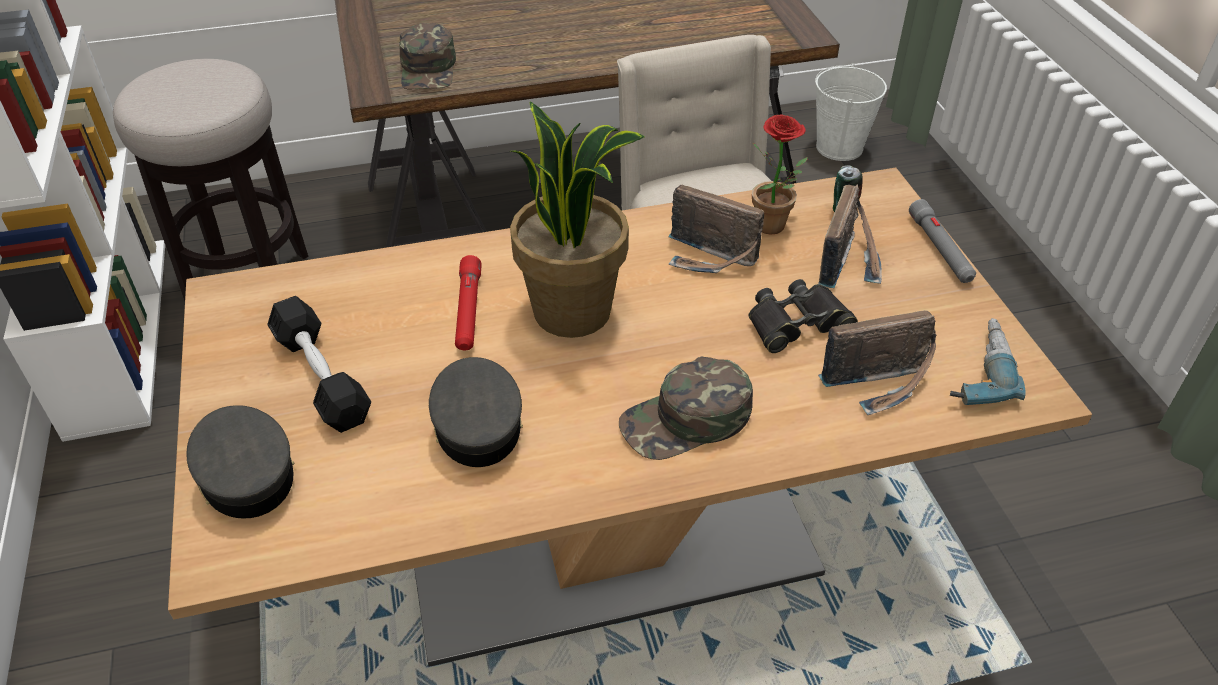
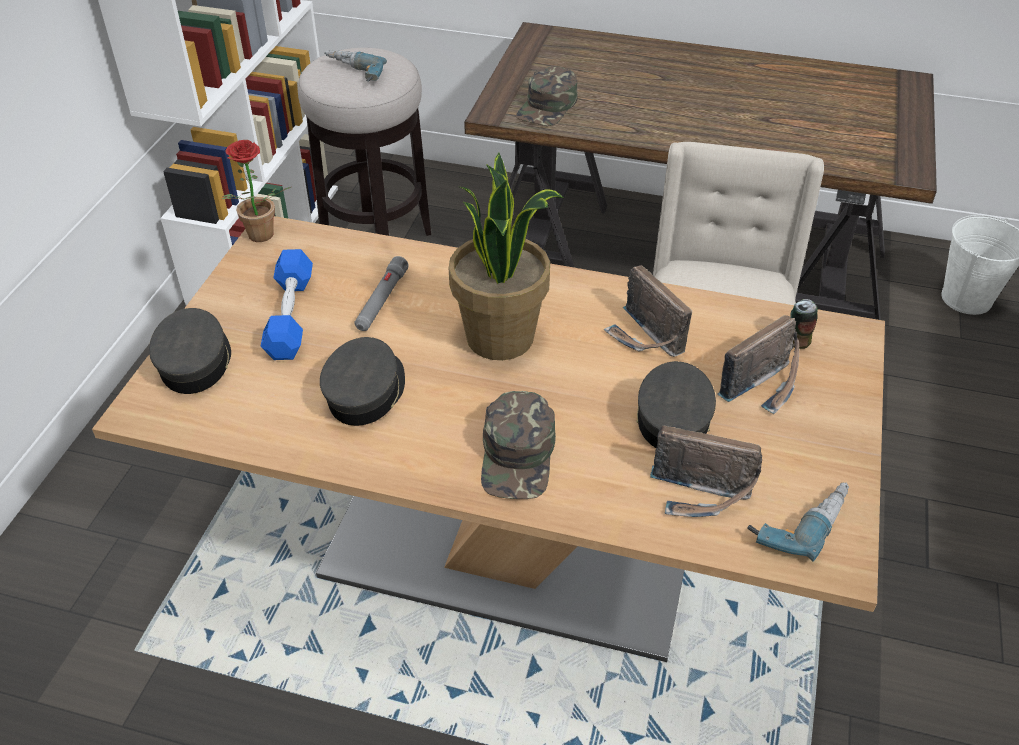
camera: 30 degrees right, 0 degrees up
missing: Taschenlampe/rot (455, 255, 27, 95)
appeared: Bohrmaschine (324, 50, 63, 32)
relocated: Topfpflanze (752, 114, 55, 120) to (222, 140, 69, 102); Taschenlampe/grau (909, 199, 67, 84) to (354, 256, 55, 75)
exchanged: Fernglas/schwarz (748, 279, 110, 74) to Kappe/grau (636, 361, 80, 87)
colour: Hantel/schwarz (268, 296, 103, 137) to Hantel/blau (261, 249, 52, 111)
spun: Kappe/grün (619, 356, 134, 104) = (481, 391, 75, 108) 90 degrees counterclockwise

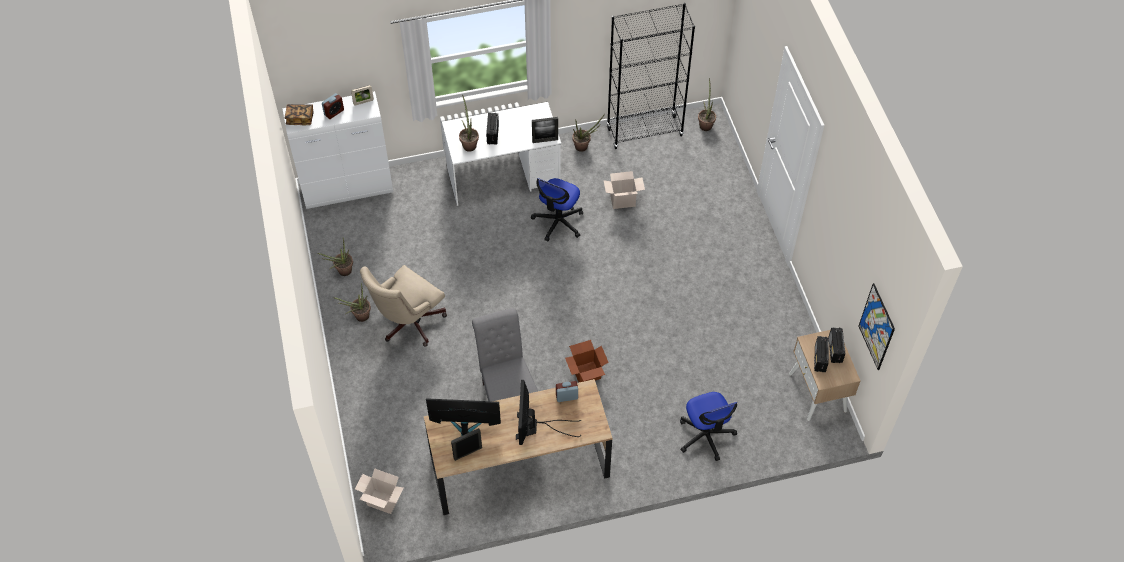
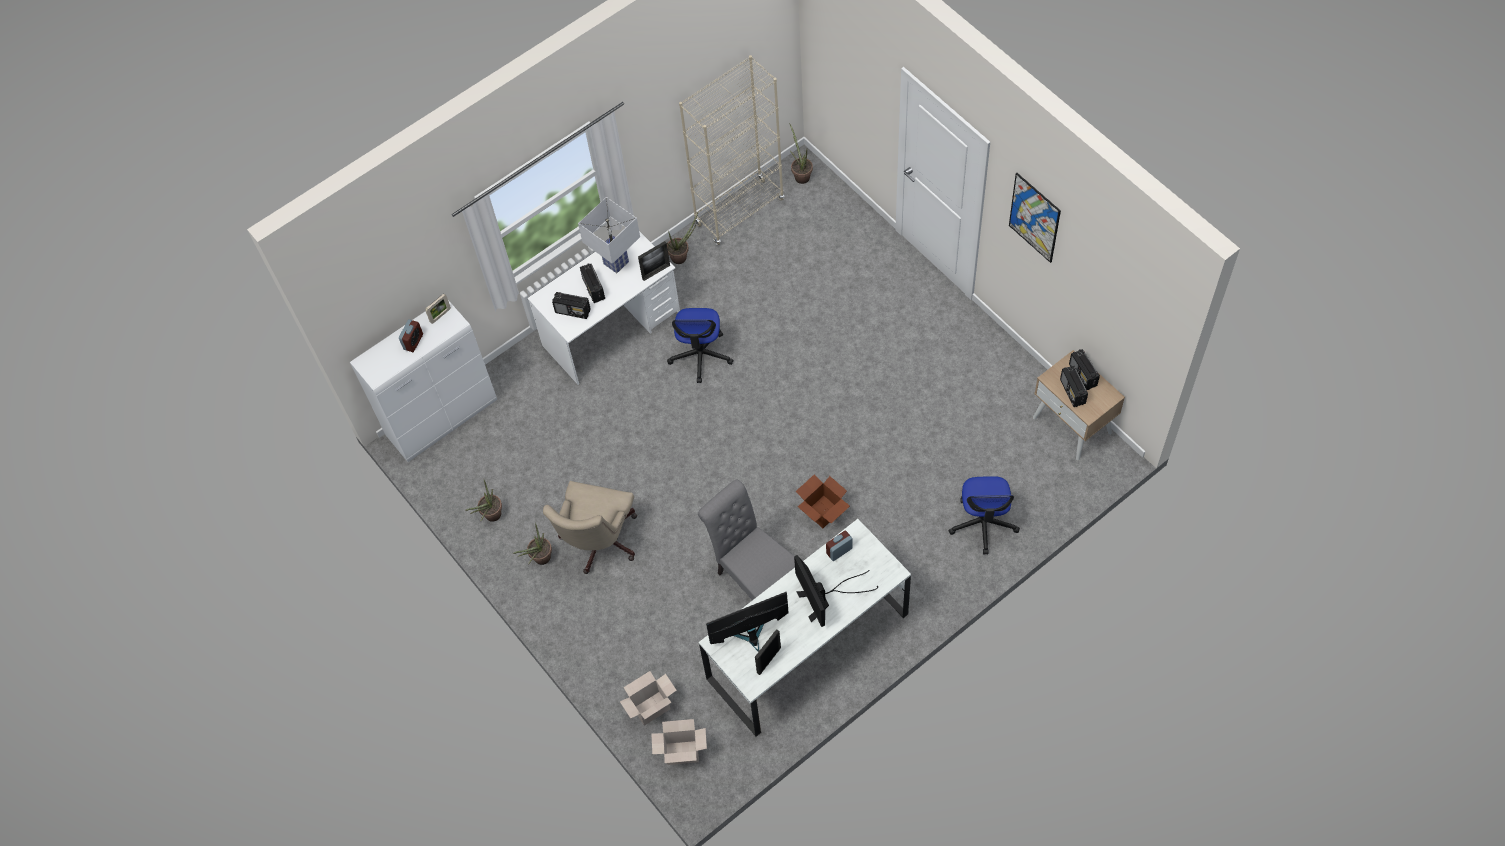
camera: 20 degrees left, 5 degrees up
missing: Buch (285, 104, 28, 22)
appeared: Tischlampe/weiß (578, 197, 62, 76)
relocated: Karton (603, 171, 42, 38) to (620, 671, 57, 55); Bild (859, 283, 36, 87) to (1009, 173, 52, 90)
exchanged: Topfpflanze (459, 95, 20, 57) to Radio (552, 292, 39, 27)
colour: Bücherregal/schwarz (607, 3, 88, 146) to Bücherregal/beige (679, 55, 105, 190); Schreibtisch/braun (424, 379, 188, 136) to Schreibtisch/weiß (699, 519, 212, 218)
spun: Bürostuhl (680, 392, 57, 69) = (948, 476, 72, 79) 45 degrees clockwise

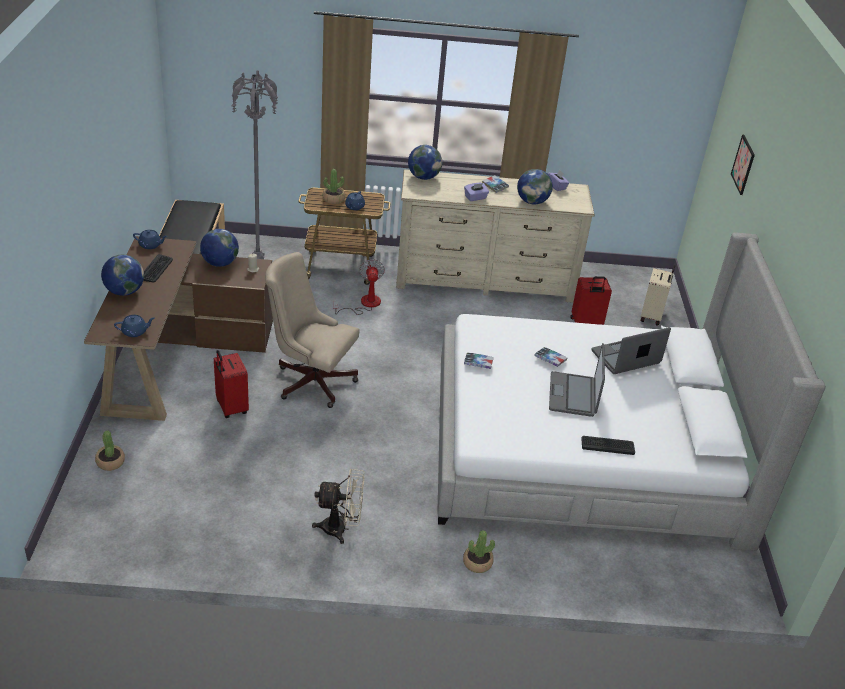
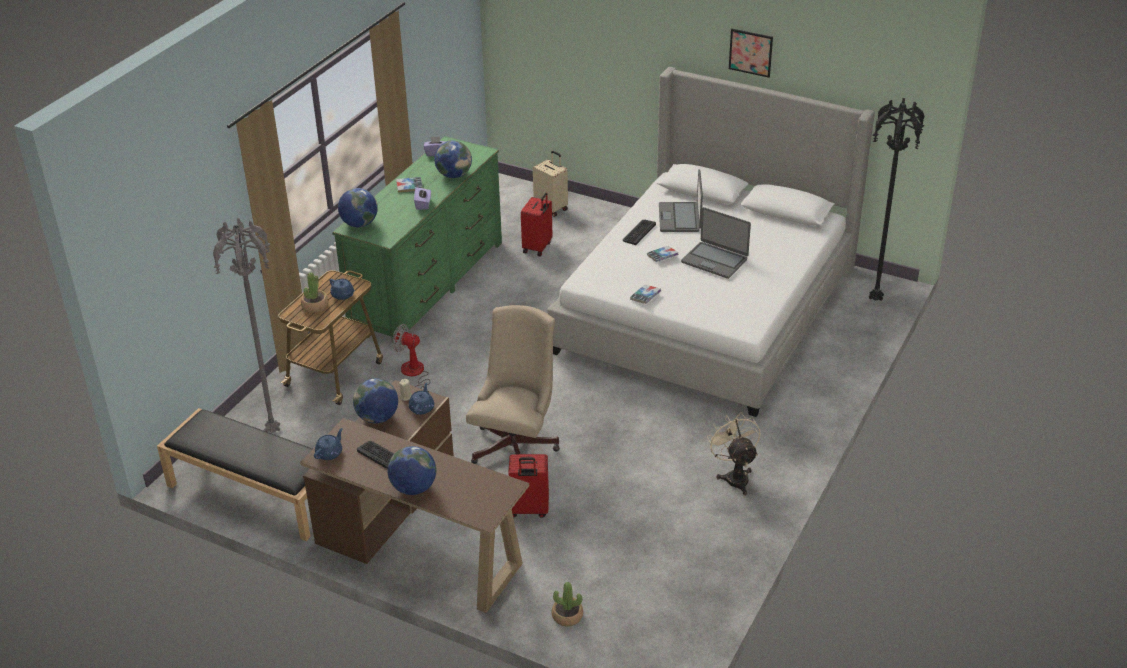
camera: 60 degrees left, 0 degrees up
missing: Topfpflanze (463, 530, 32, 43)
appeared: Stehlampe/schwarz (869, 98, 56, 203)
relocated: Bild (731, 135, 24, 60) to (729, 29, 44, 49); Teekanne/blau (114, 315, 41, 22) to (409, 383, 25, 31); Tastatur (581, 436, 54, 19) to (623, 220, 33, 25)
colour: Kommode/beige (396, 169, 198, 134) to Kommode/grün (332, 136, 170, 207)
spun: Bürostuhl/beige (265, 252, 95, 156) = (466, 305, 94, 159) 150 degrees clockwise; Ventilator/beige (312, 469, 52, 75) = (707, 412, 53, 83) 45 degrees counterclockwise

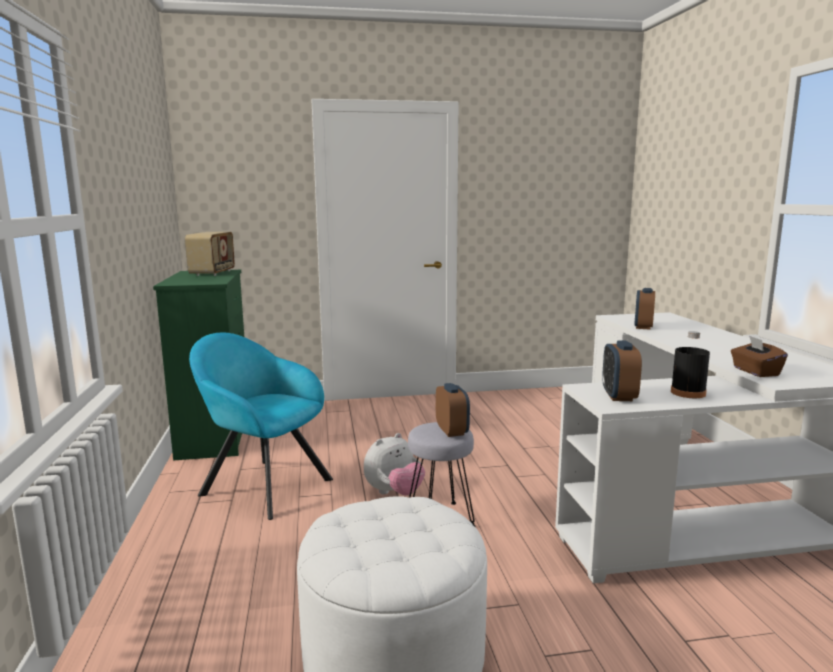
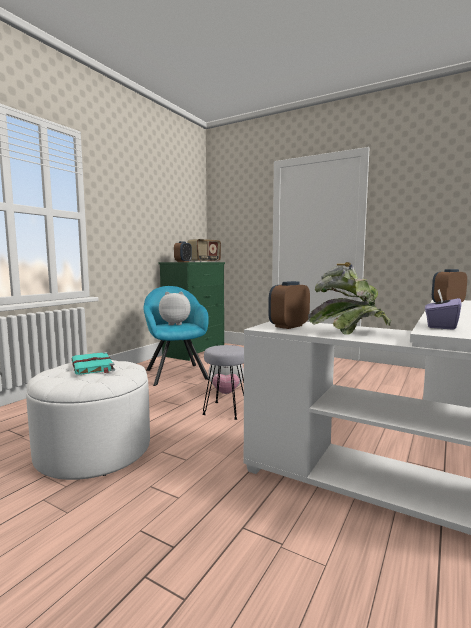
camera: 40 degrees right, 5 degrees down
appeared: Plüschtier (159, 292, 32, 33); Buch/türkis (72, 352, 43, 23)
relocated: Wecker (436, 383, 34, 54) to (174, 241, 18, 21)
exchanged: Flasche/schwarz (671, 331, 39, 67) to Topfpflanze (308, 265, 83, 70)
colour: Taschentuchbox/braun (731, 335, 57, 42) to Taschentuchbox/lila (425, 289, 37, 41)

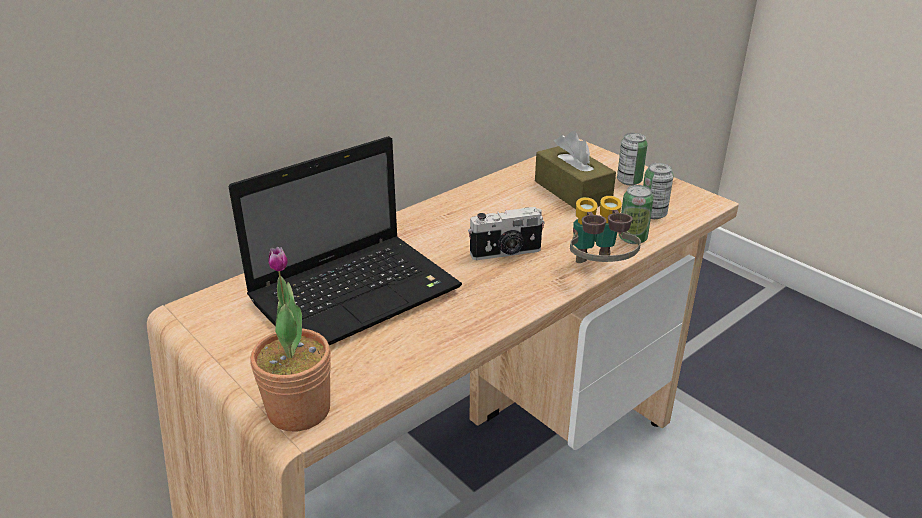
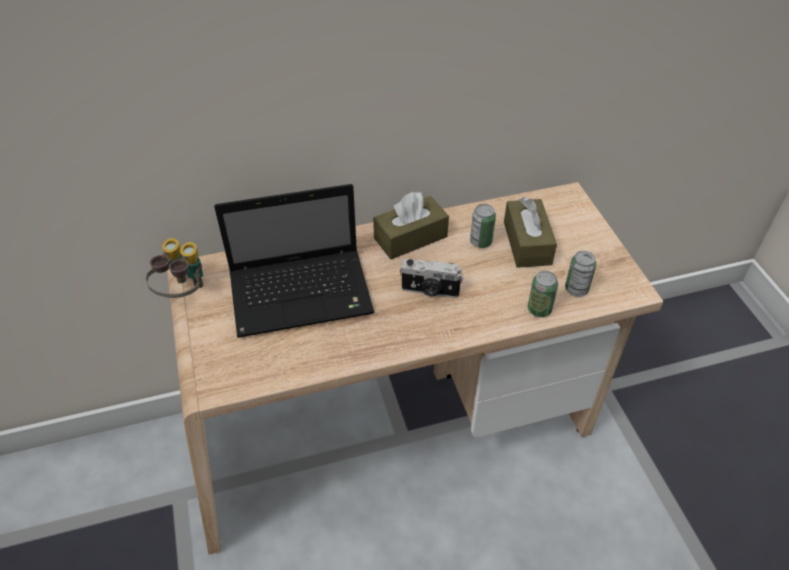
camera: 25 degrees right, 15 degrees up
missing: Topfpflanze (250, 247, 81, 185)
appeared: Taschentuchbox/braun (373, 192, 76, 67)
relocated: Dose (617, 133, 30, 52) to (470, 204, 26, 44); Fernglas (570, 196, 71, 67) to (146, 238, 57, 60)

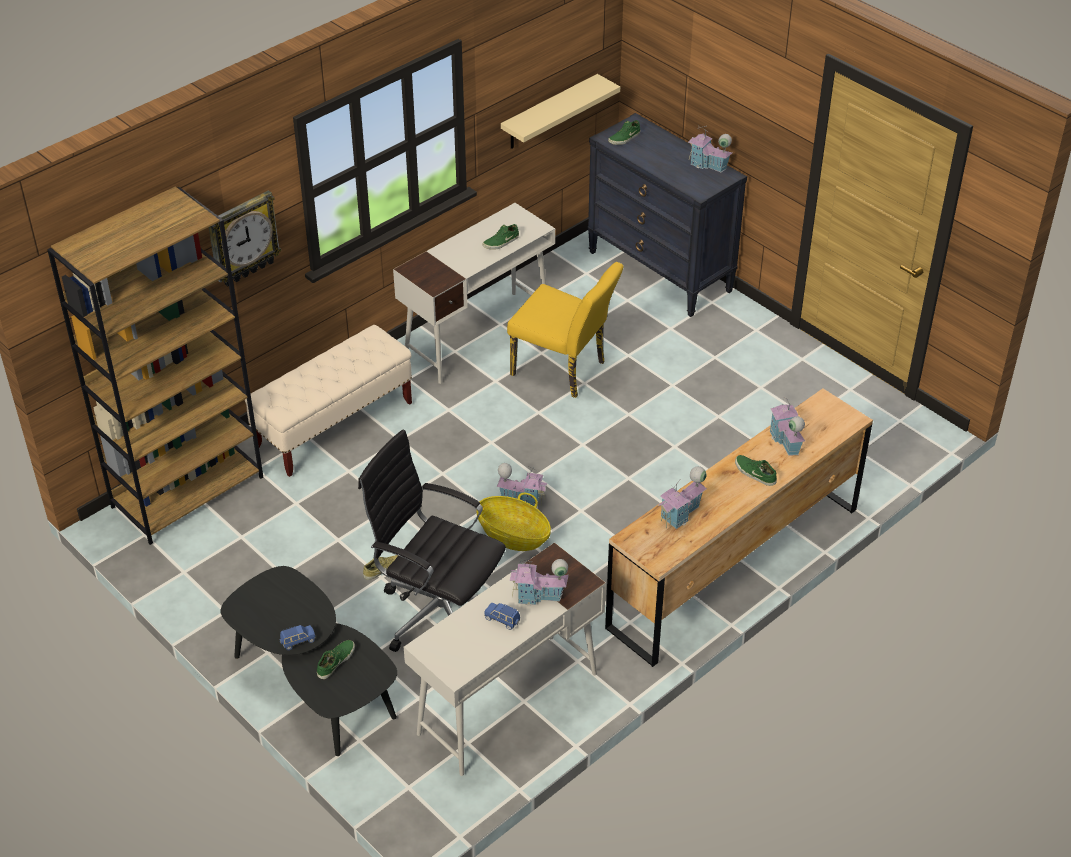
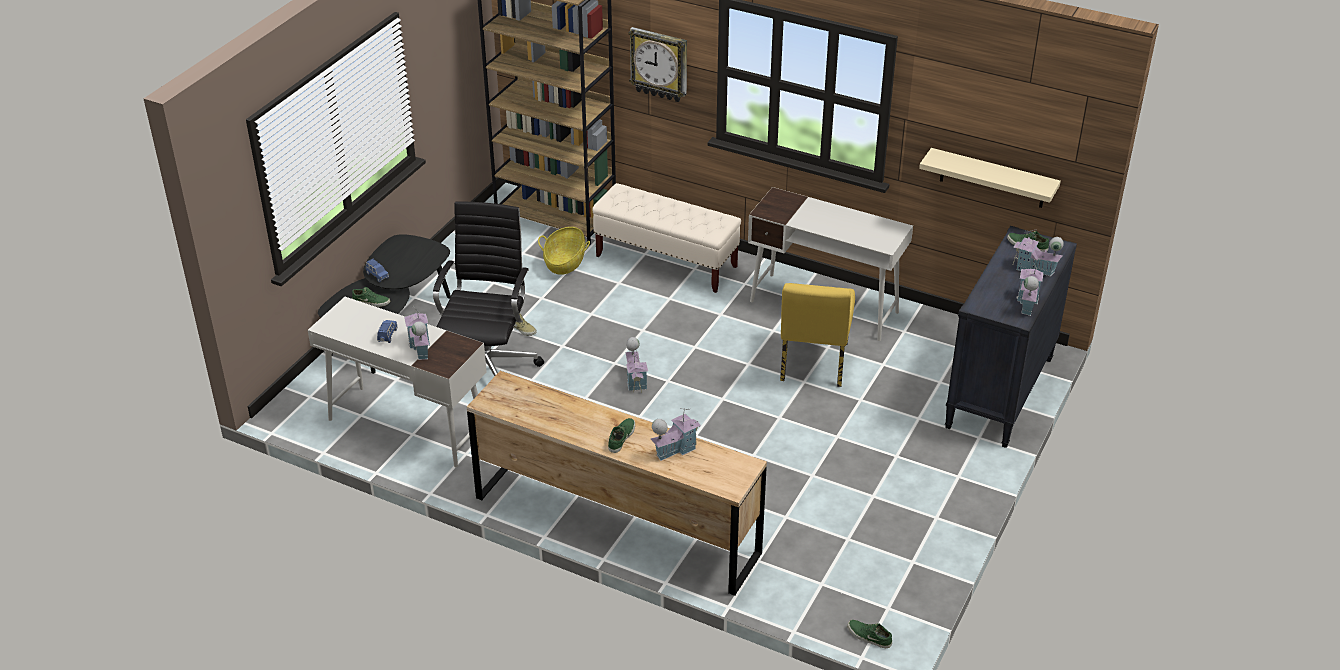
camera: 70 degrees right, 5 degrees down
relocated: Schuh/grün (483, 224, 36, 26) to (847, 620, 45, 28); Spielzeughaus (658, 466, 49, 63) to (1012, 230, 52, 46); Korb (476, 493, 75, 58) to (538, 227, 52, 48)

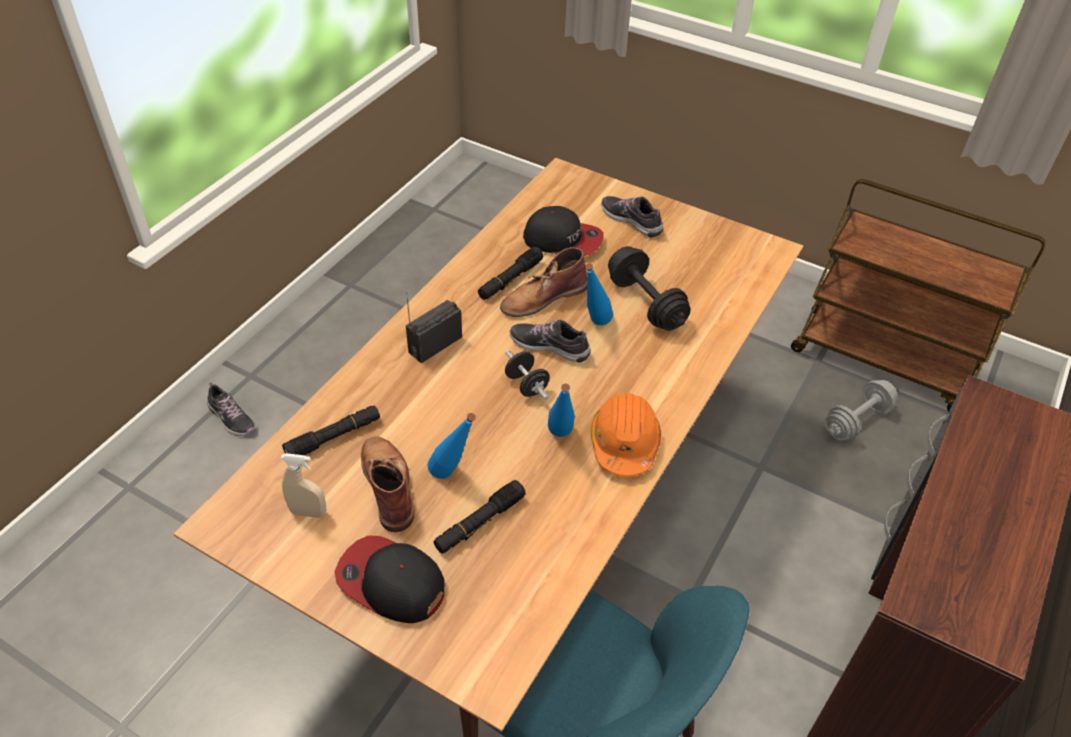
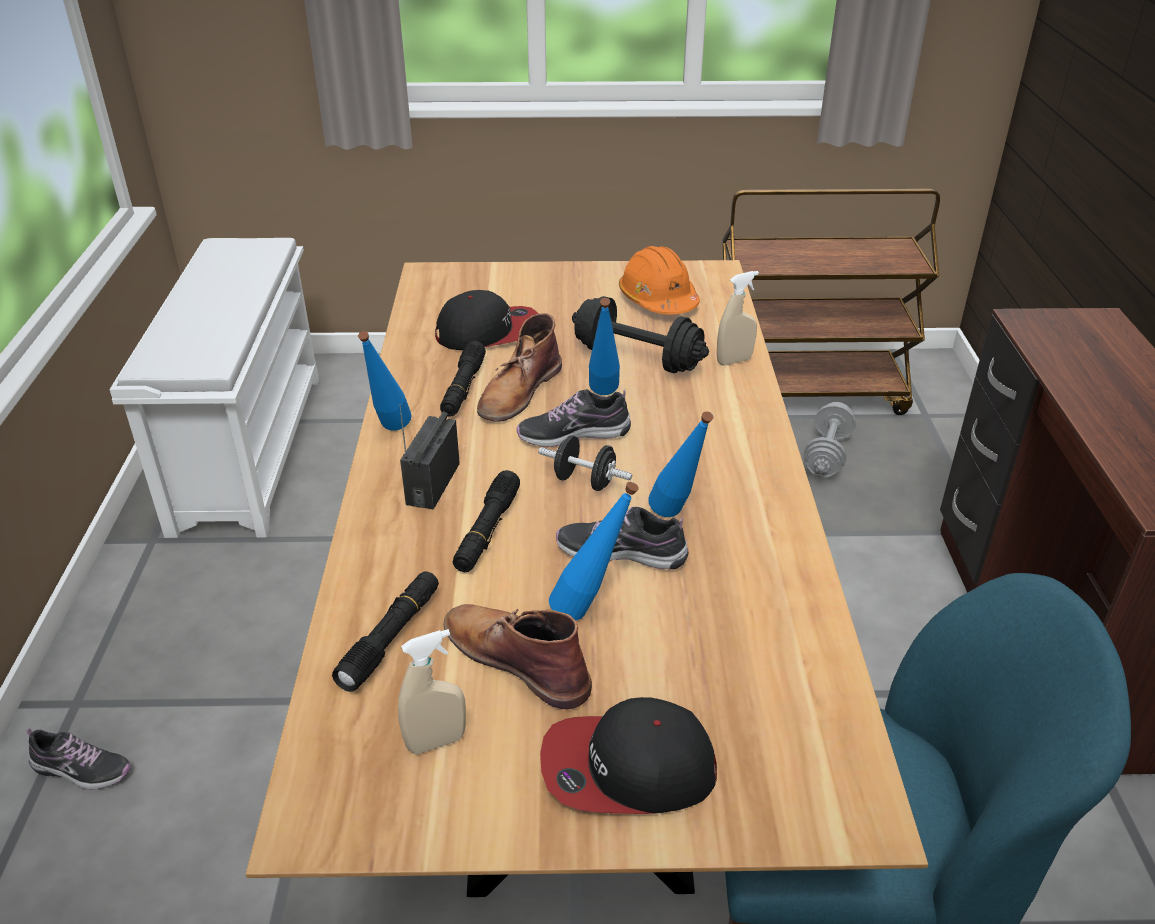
camera: 30 degrees left, 10 degrees down
appeared: Schuhregal/weiß (110, 238, 209, 300); Sprühflasche/beige (717, 271, 42, 94); Flasche/blau (358, 331, 53, 100)
relocated: Schuh (601, 196, 62, 41) to (556, 507, 132, 62); Schutzhelm/orange (591, 393, 70, 84) to (619, 246, 81, 68); Taschenlampe/schwarz (433, 480, 93, 74) to (453, 470, 67, 102)

